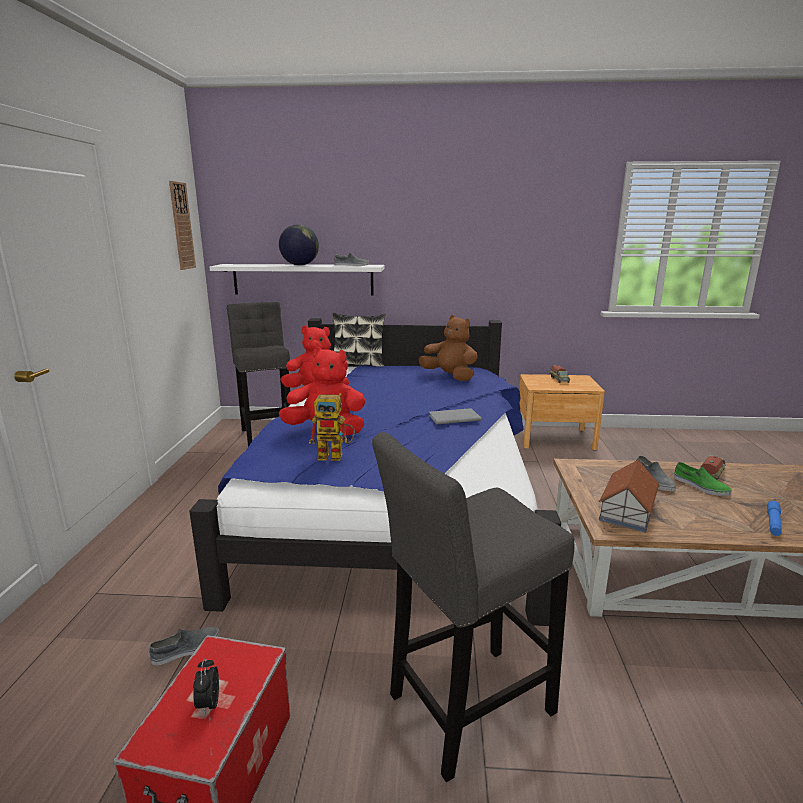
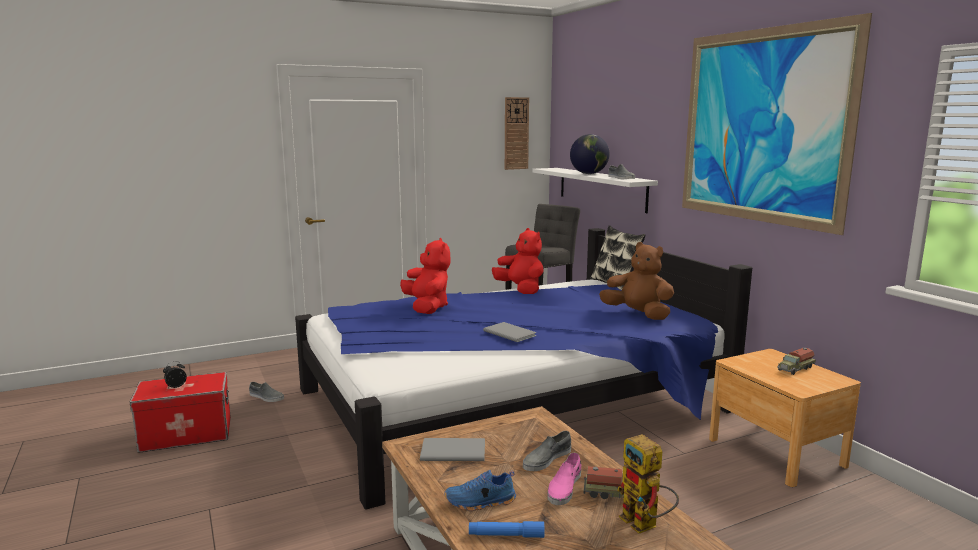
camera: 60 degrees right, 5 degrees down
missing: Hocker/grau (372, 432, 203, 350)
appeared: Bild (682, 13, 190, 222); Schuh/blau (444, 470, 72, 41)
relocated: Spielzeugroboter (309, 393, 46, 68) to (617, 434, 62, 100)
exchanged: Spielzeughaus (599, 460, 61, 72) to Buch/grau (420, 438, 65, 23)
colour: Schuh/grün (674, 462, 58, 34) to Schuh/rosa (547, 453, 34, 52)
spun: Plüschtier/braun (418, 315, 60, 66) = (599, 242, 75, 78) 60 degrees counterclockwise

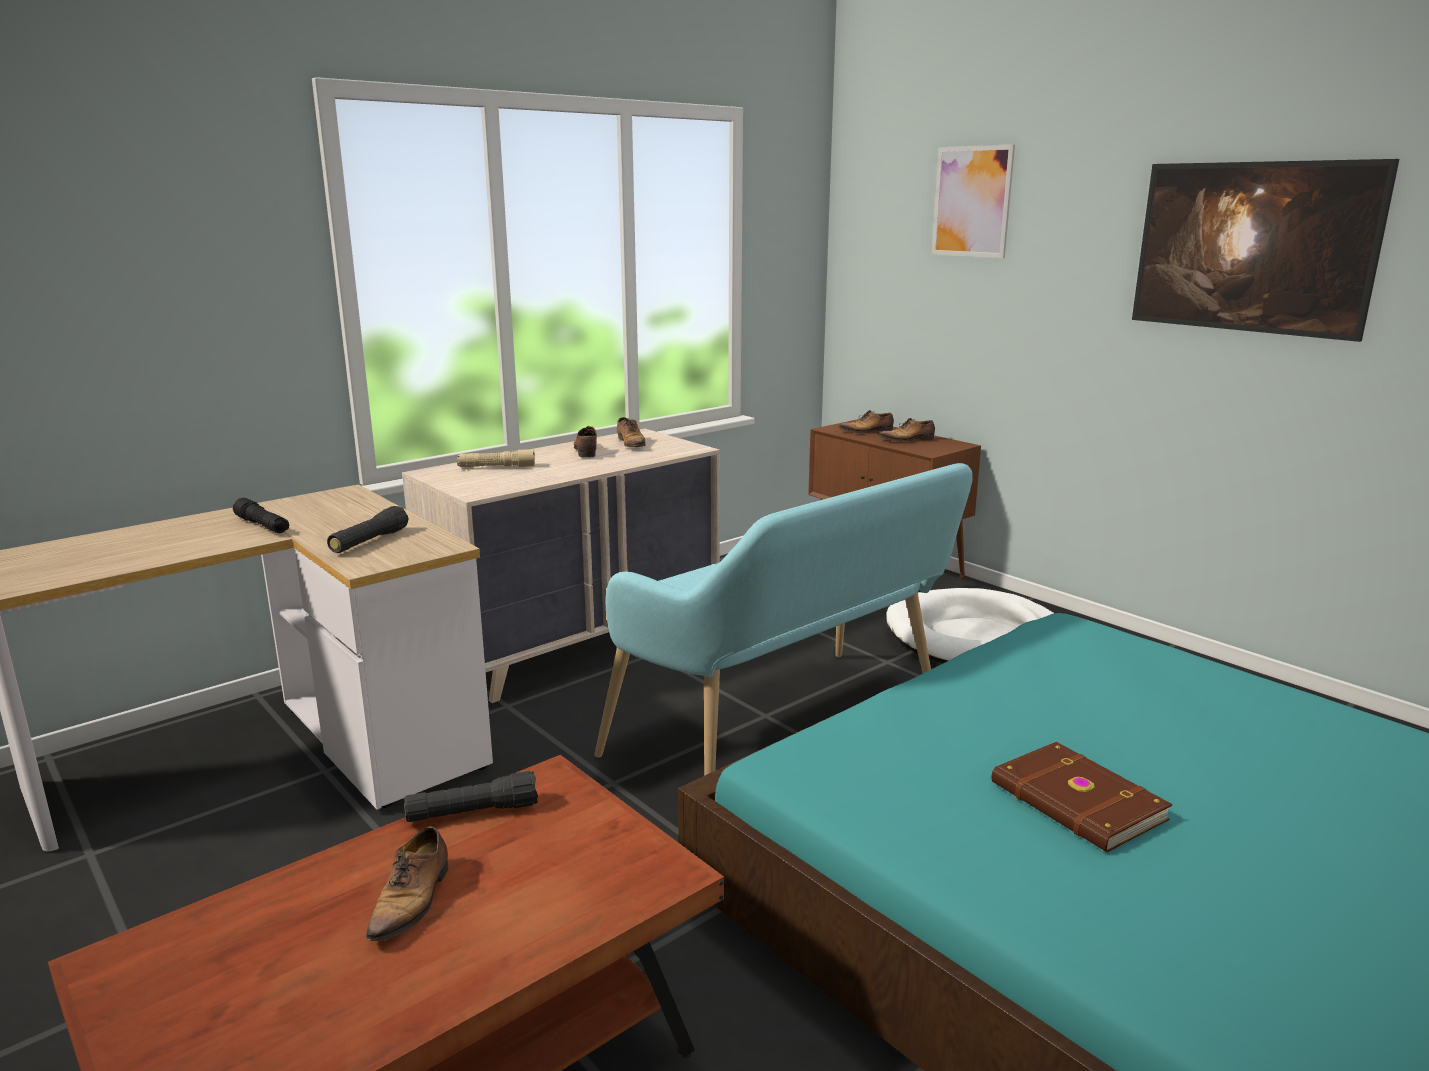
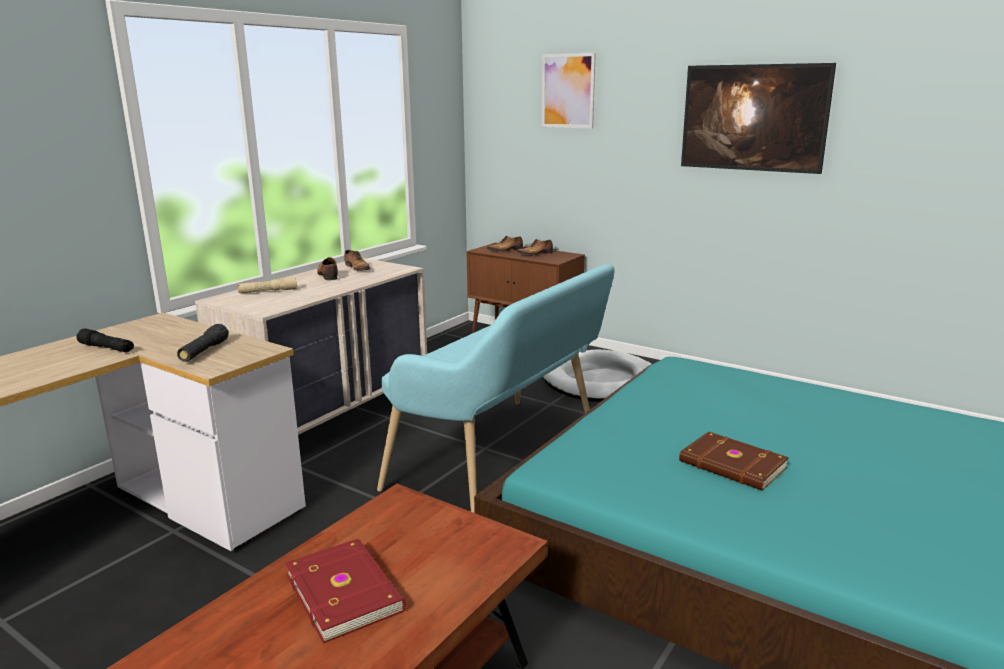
camera: 15 degrees left, 0 degrees up
missing: Taschenlampe/schwarz (404, 771, 134, 51)
exchanged: Schuh (366, 826, 83, 123) to Buch/rot (285, 539, 121, 105)

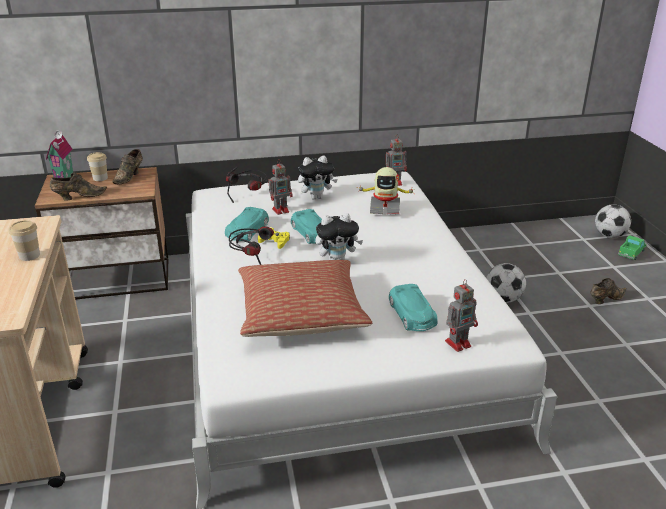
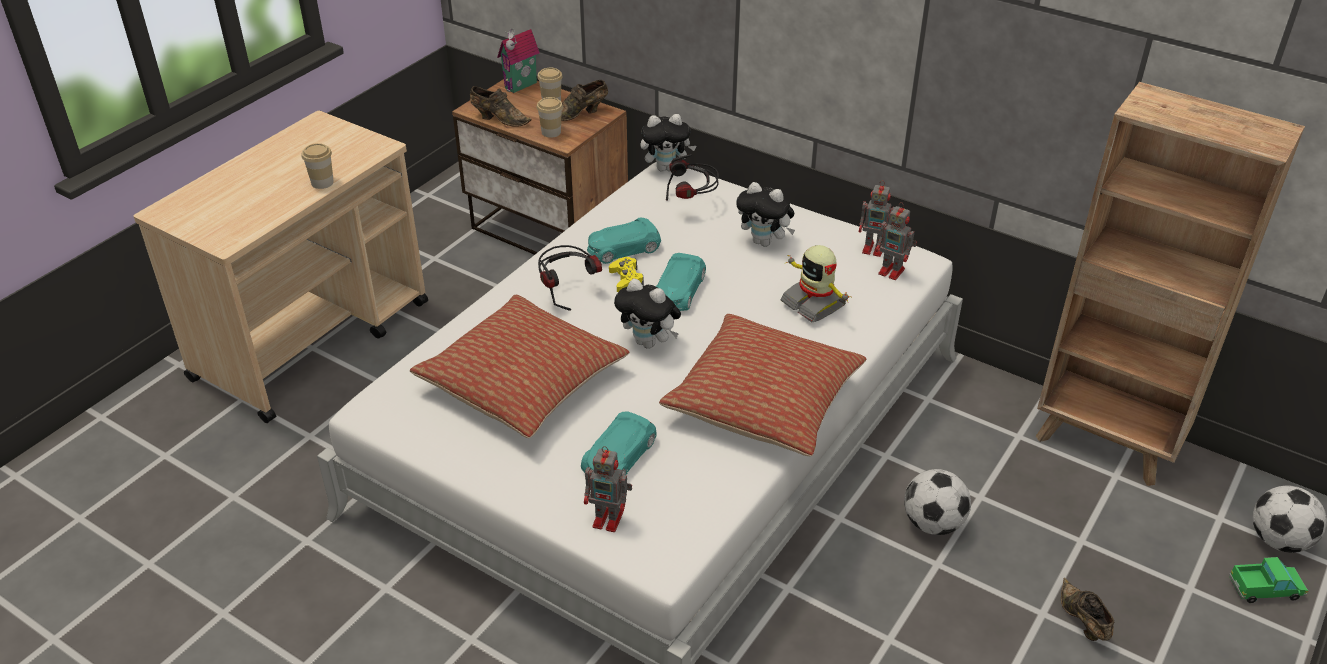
camera: 45 degrees right, 10 degrees up
appeared: Bücherregal/braun (1036, 82, 269, 404); Tasse (537, 97, 26, 41); Plüschtier (640, 114, 56, 58); Kissen (659, 314, 207, 142)
relocated: Spielzeugroboter (268, 159, 25, 56) to (859, 180, 36, 77)
spun: Schuh/braun (590, 278, 37, 26) = (1061, 578, 53, 63) 120 degrees counterclockwise

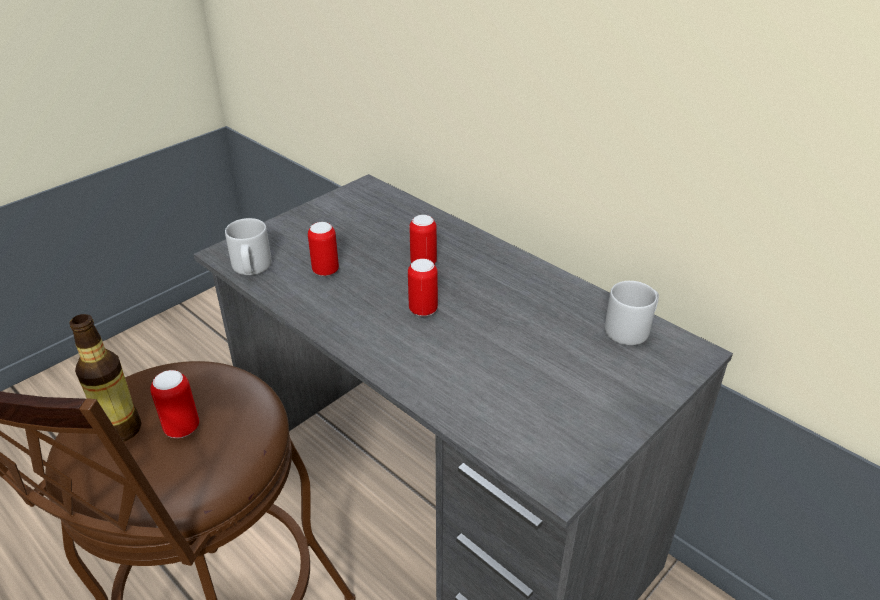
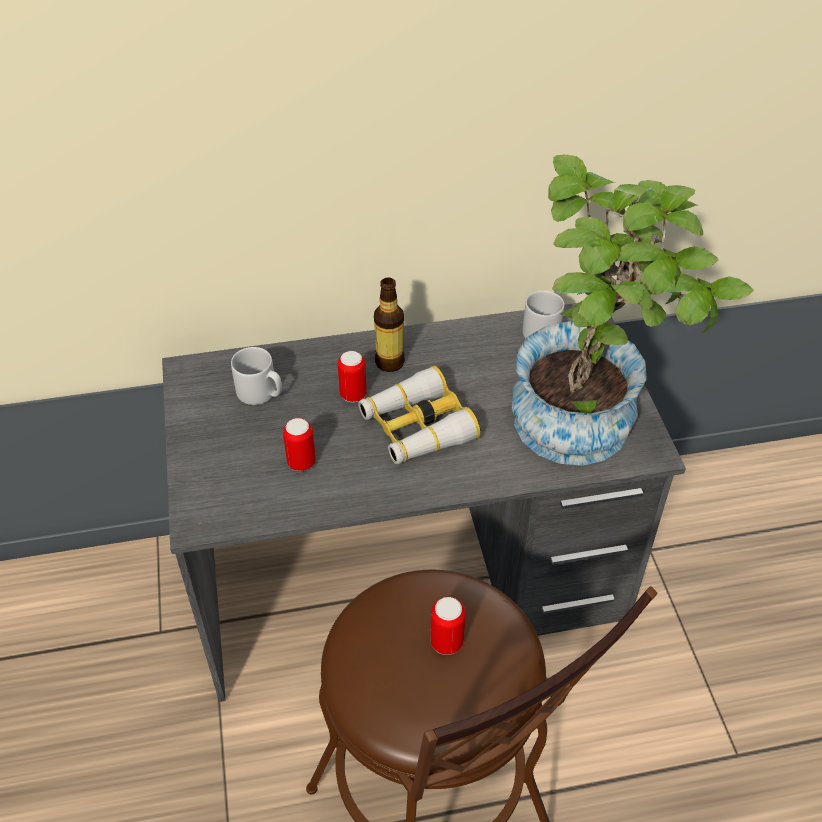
camera: 55 degrees left, 10 degrees up
appeared: Topfpflanze (512, 155, 242, 311)
relocated: Henkelbecher/grau (225, 218, 47, 57) to (231, 347, 51, 58); Flasche (69, 314, 72, 128) to (374, 278, 31, 94)
exchanged: Dose (408, 259, 30, 57) to Fernglas (358, 366, 122, 98)

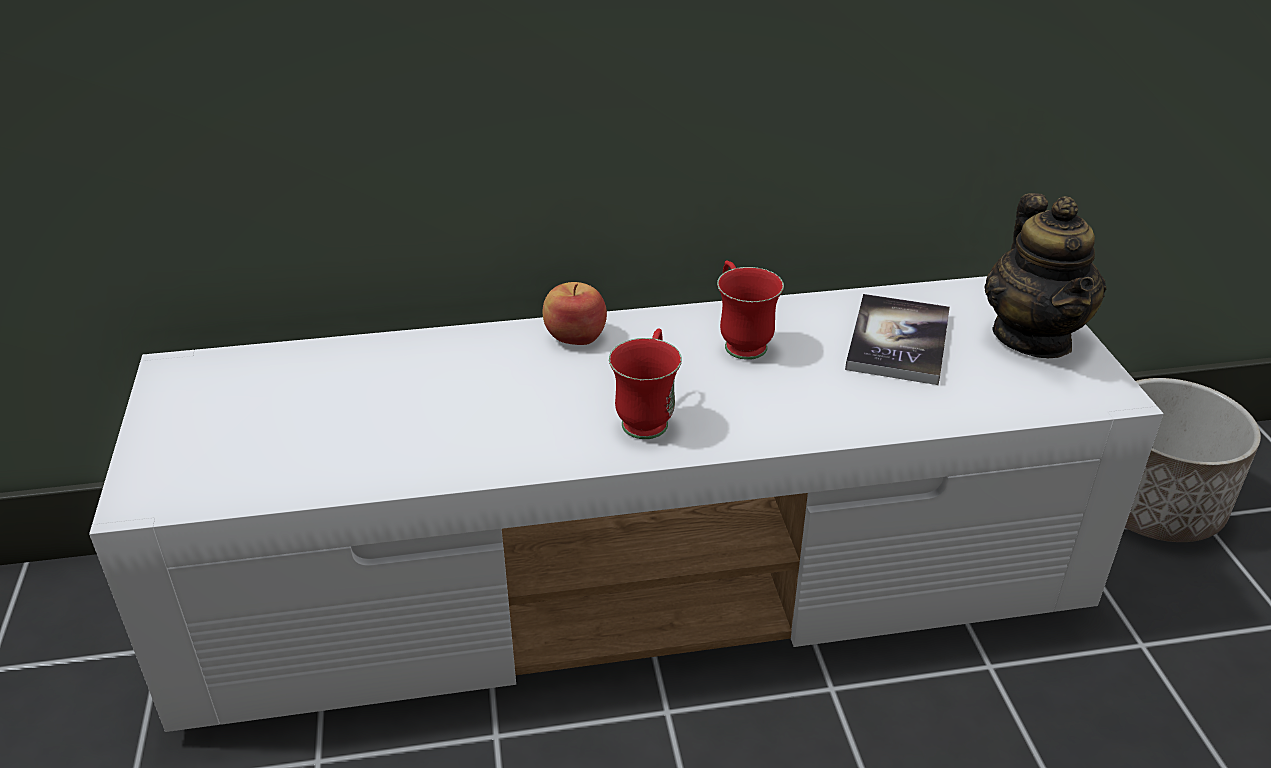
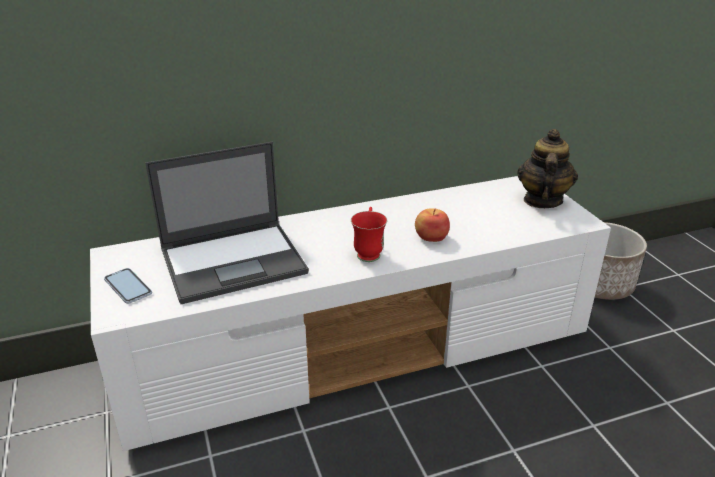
camera: 10 degrees left, 5 degrees down
missing: Henkelbecher/rot (717, 260, 67, 100); Buch (845, 294, 105, 91)
appeared: Laptop (145, 142, 164, 162); Handy (104, 268, 48, 36)
relocated: Apfel (543, 282, 64, 63) to (415, 208, 35, 34)
spun: Teekanne (985, 193, 121, 165) = (517, 129, 61, 79) 150 degrees counterclockwise

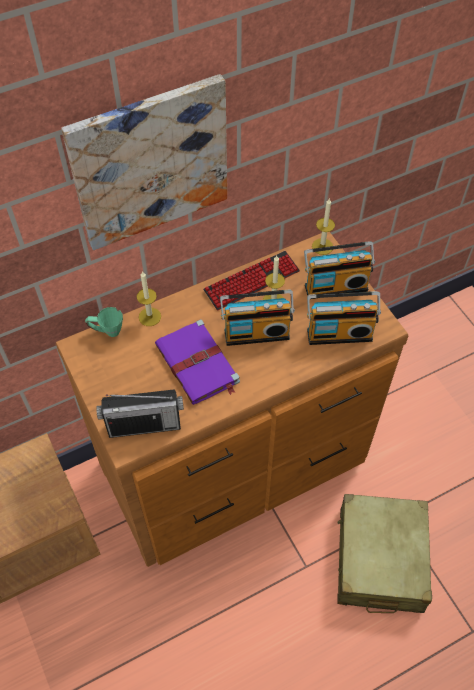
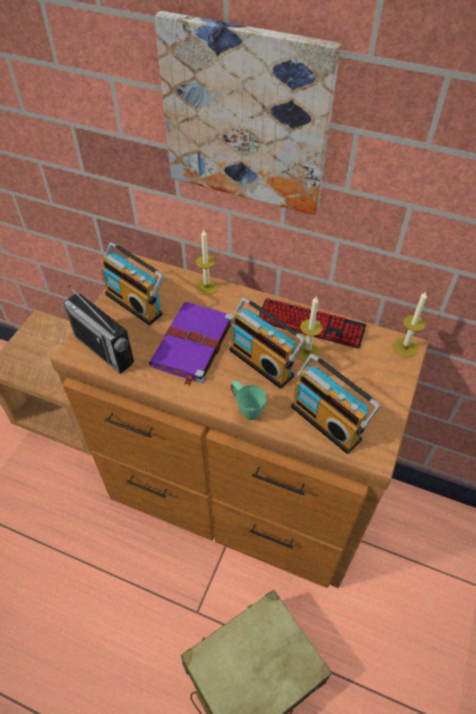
camera: 50 degrees right, 5 degrees down
relocated: Radio (304, 241, 71, 58) to (101, 242, 64, 83); Henkelbecher/grün (85, 307, 38, 30) to (231, 381, 36, 39)

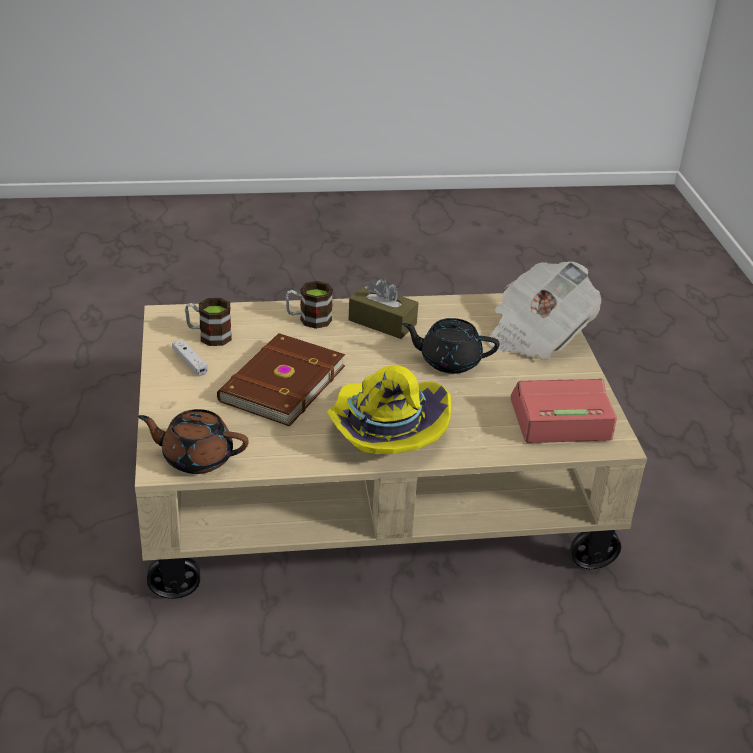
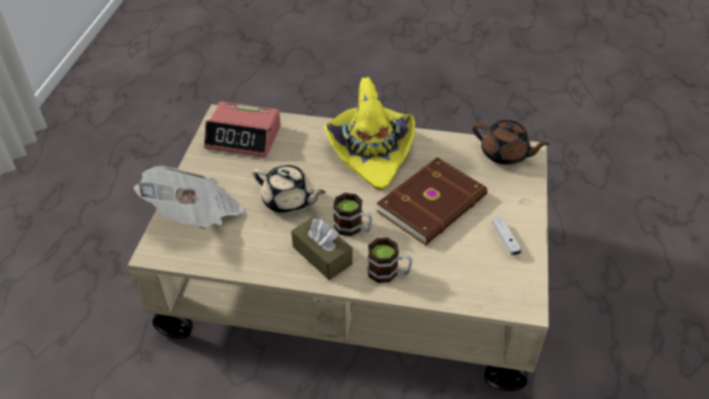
camera: 160 degrees left, 10 degrees up
relocated: Henkelbecher (185, 298, 47, 48) to (333, 193, 40, 43)
colour: Teekanne/schwarz (402, 318, 97, 56) to Teekanne/beige (253, 165, 72, 49)

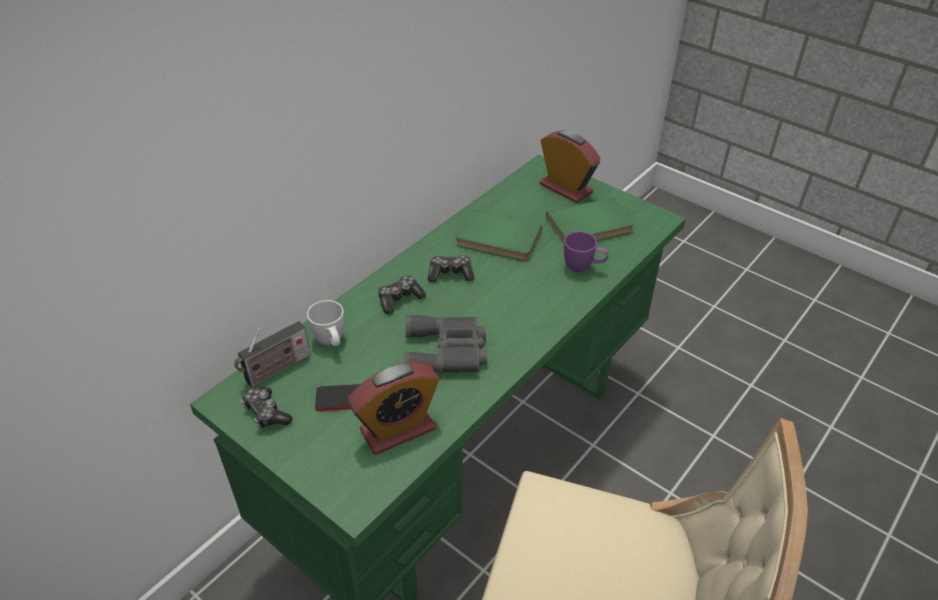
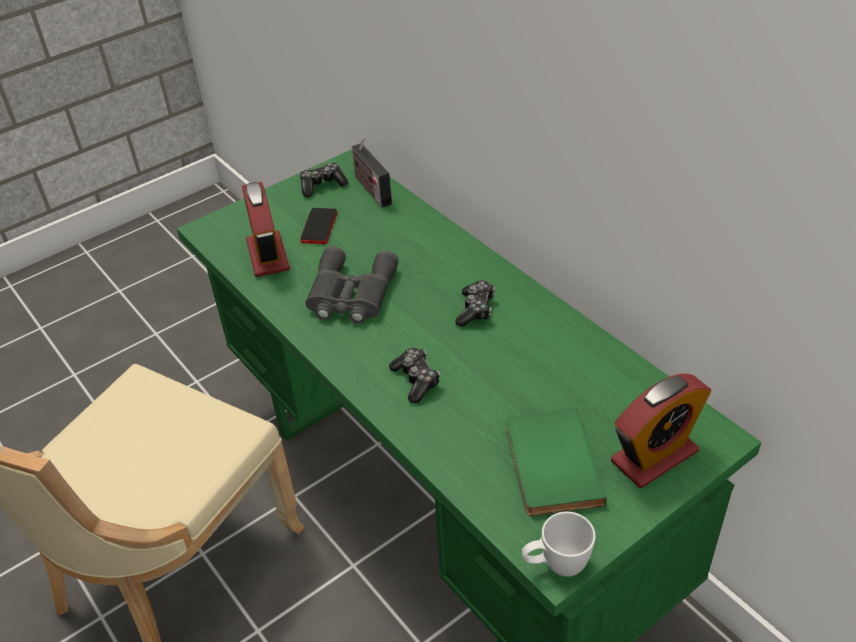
camera: 105 degrees right, 0 degrees up
missing: Buch/grün (456, 209, 86, 52); Henkelbecher/lila (564, 231, 44, 41)
relocated: Gamepad (378, 275, 48, 39) to (389, 348, 51, 55); Henkelbecher/weiß (307, 300, 37, 46) to (522, 512, 74, 65)

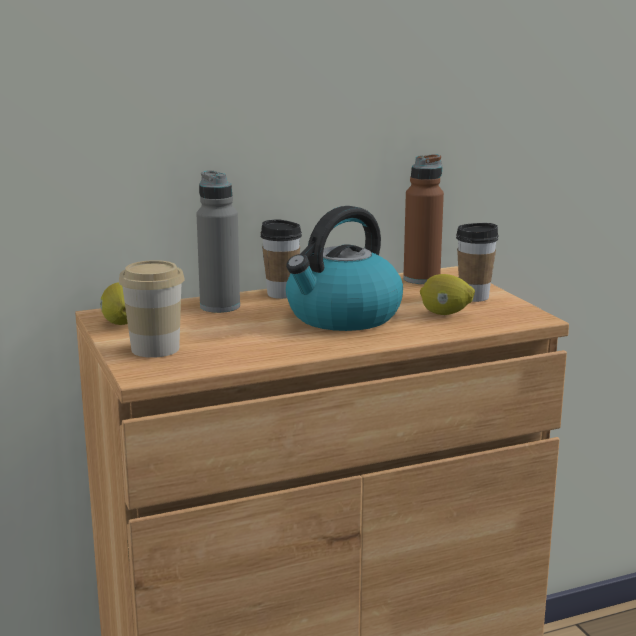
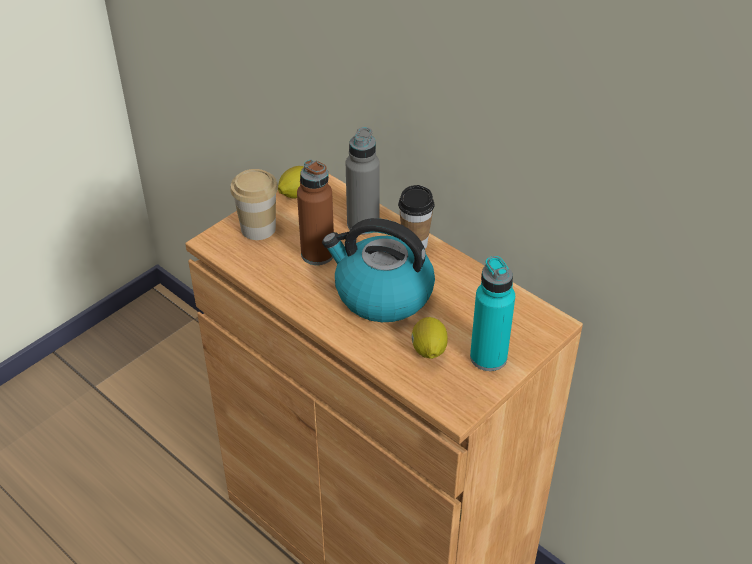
camera: 65 degrees right, 25 degrees up
relocated: Flasche/braun (403, 154, 41, 130) to (297, 159, 37, 106)
exchanged: Tasse (456, 223, 43, 79) to Flasche/türkis (470, 256, 45, 115)

